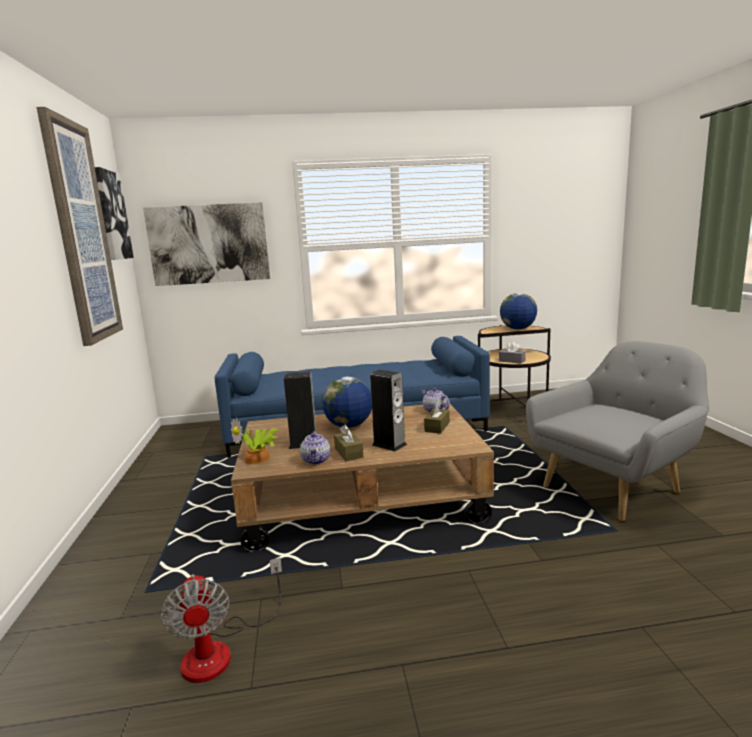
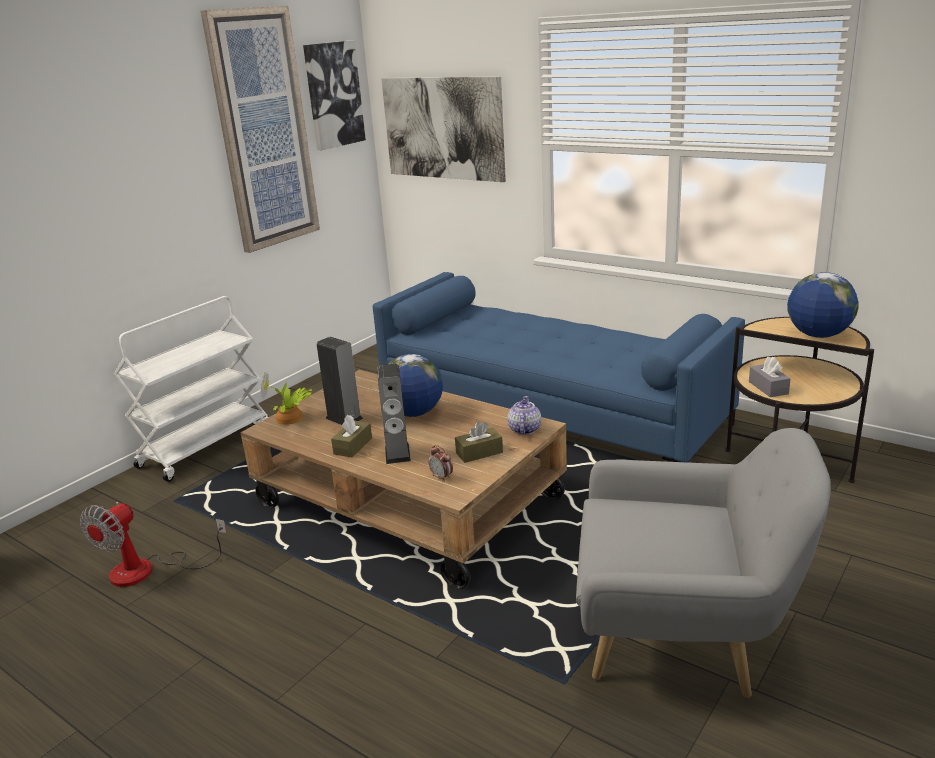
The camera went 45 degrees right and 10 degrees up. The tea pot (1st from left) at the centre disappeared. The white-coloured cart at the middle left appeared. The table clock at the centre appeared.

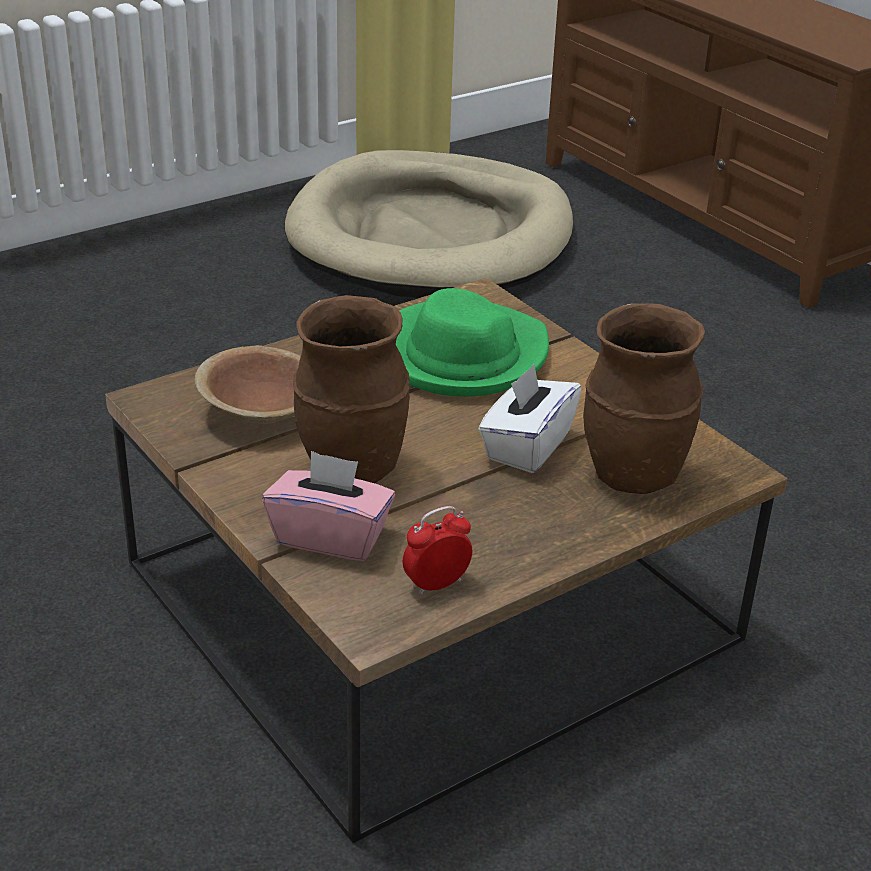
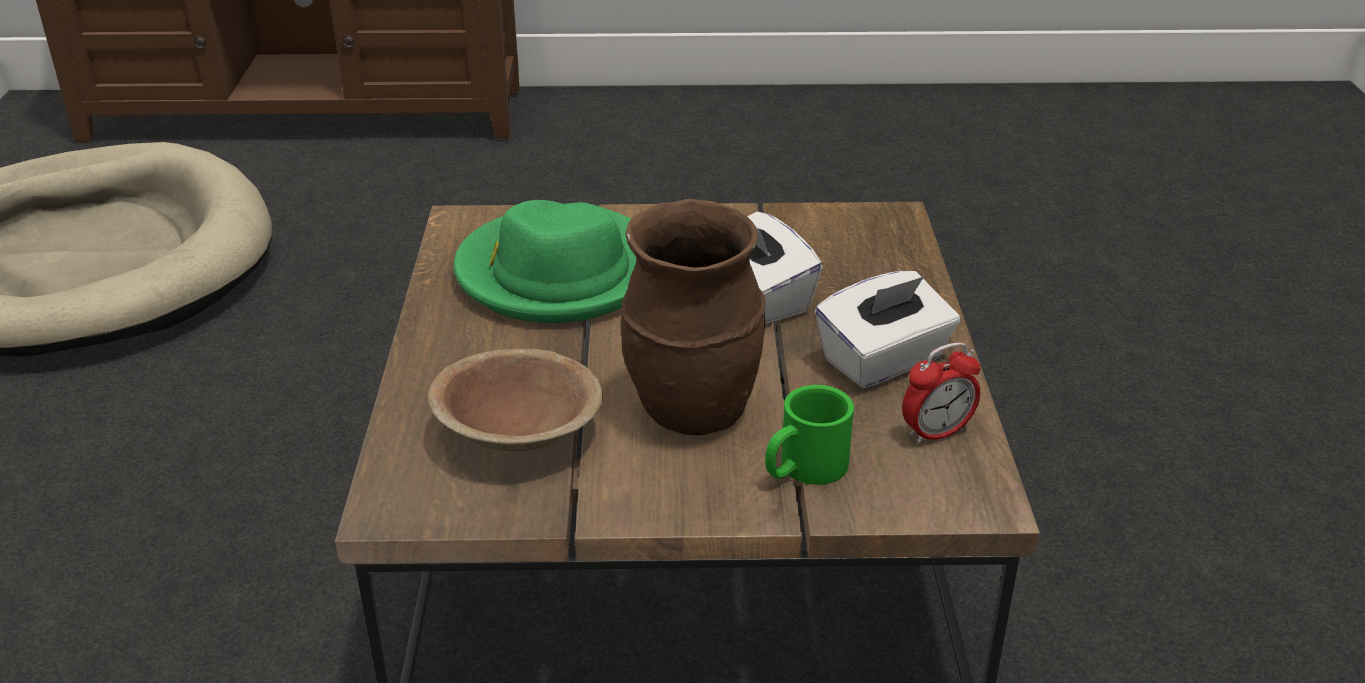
The camera went 55 degrees left and 0 degrees up. The brown flower vase (2nd from left) at the middle right disappeared. The pinkish tissue box at the centre was replaced by the green-coloured mug at the centre. The table clock at the centre turned 120 degrees counterclockwise. The white-coloured tissue box (2nd from left) at the centre appeared.

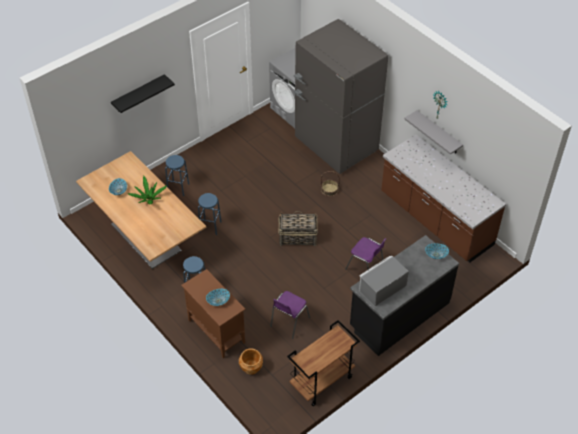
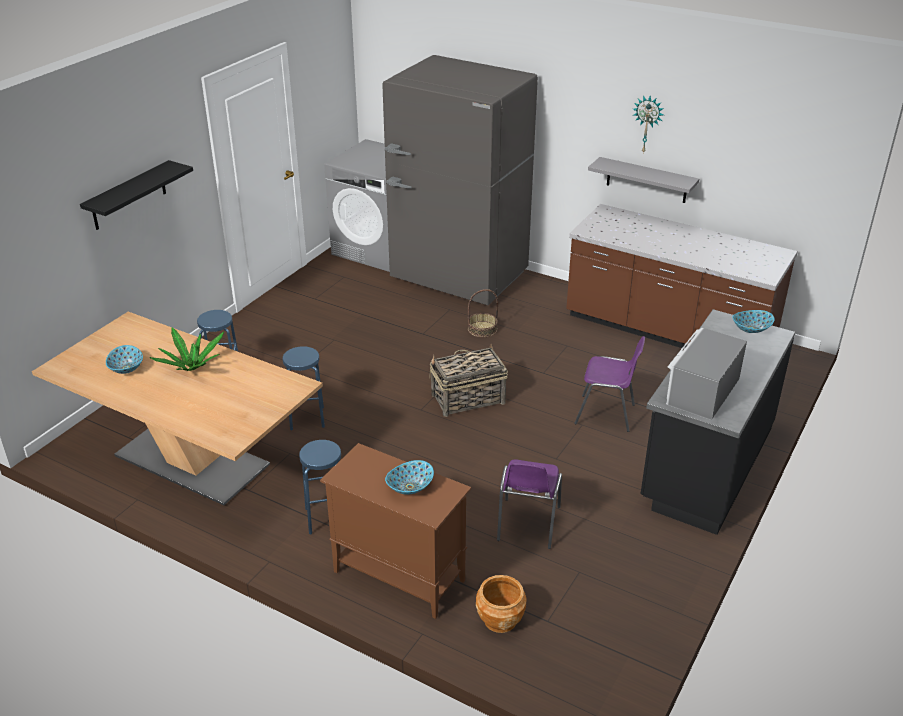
The camera went 20 degrees left and 15 degrees down. The brown cart at the bottom centre disappeared.

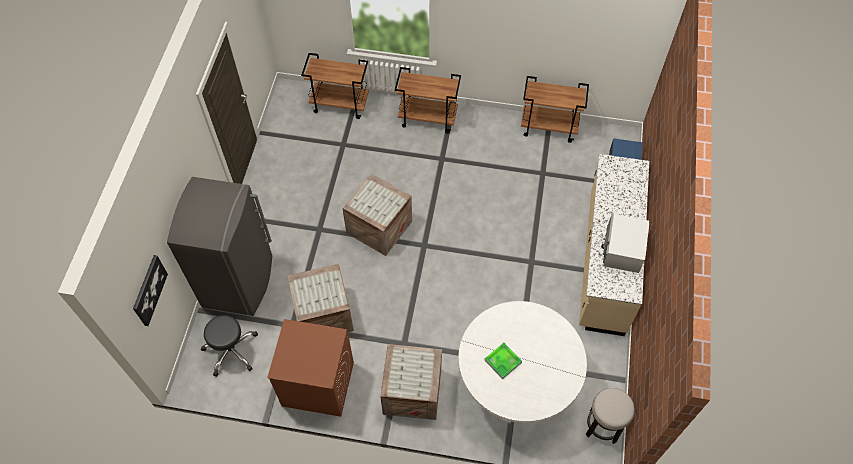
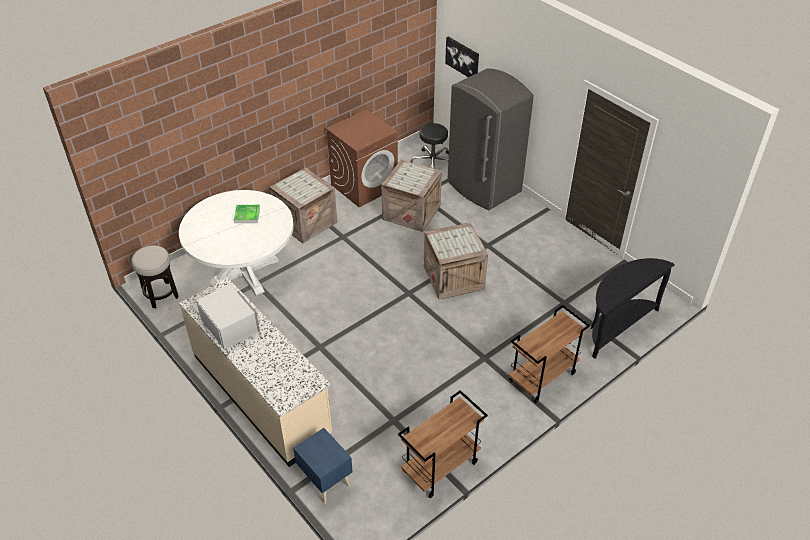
The camera went 130 degrees right and 15 degrees down. The brown cart (1st from left) at the top centre was replaced by the black narrow table at the middle right.

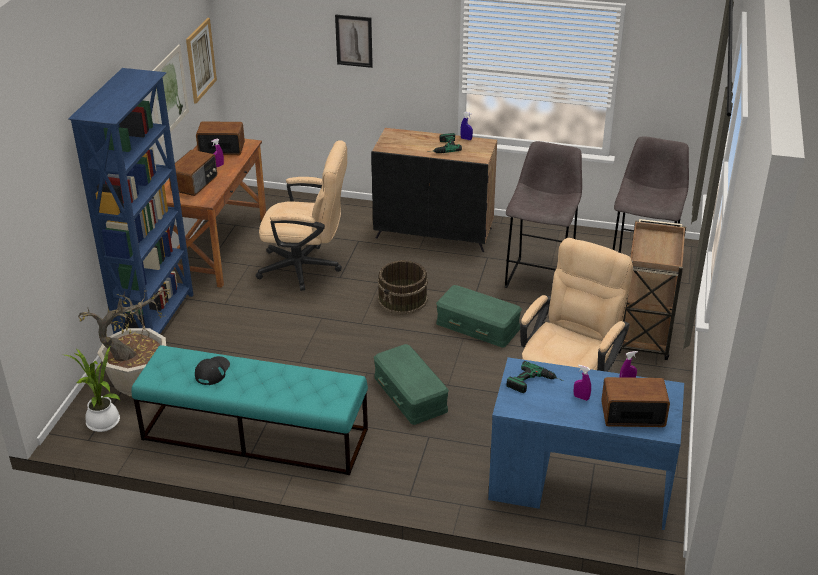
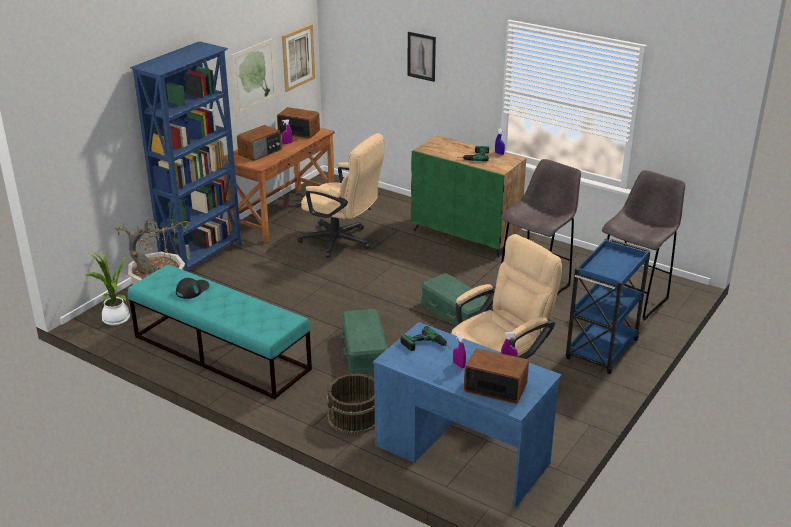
The camera went 20 degrees right and 5 degrees down. The black cupboard at the top centre became the green-coloured cupboard at the centre. The brown cart at the middle right became the blue cart at the middle right. The brown water bucket moved from the centre to the bottom centre.

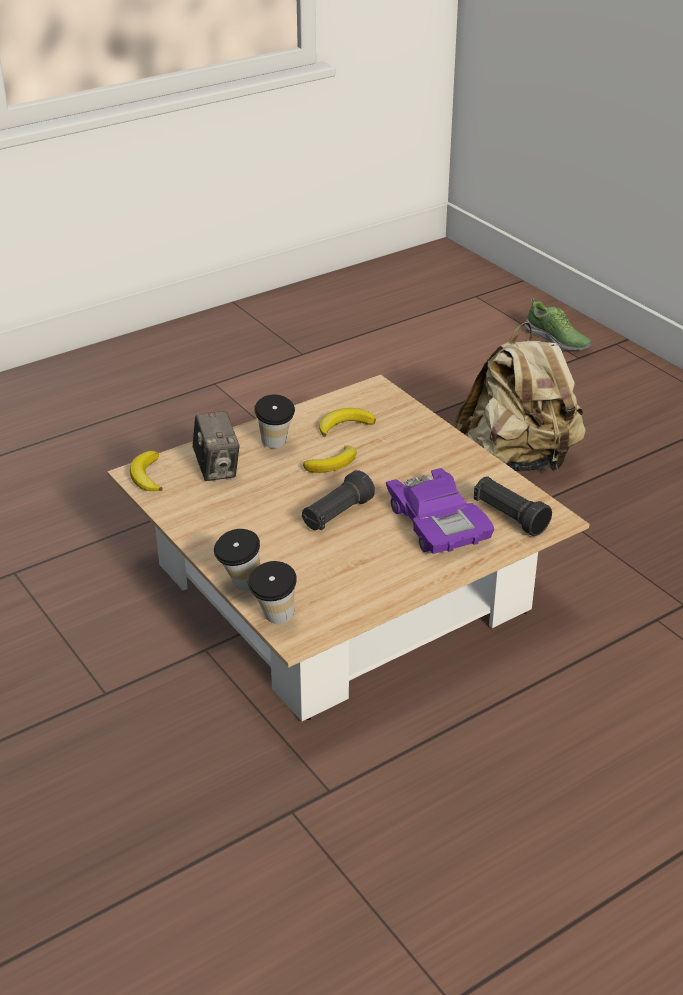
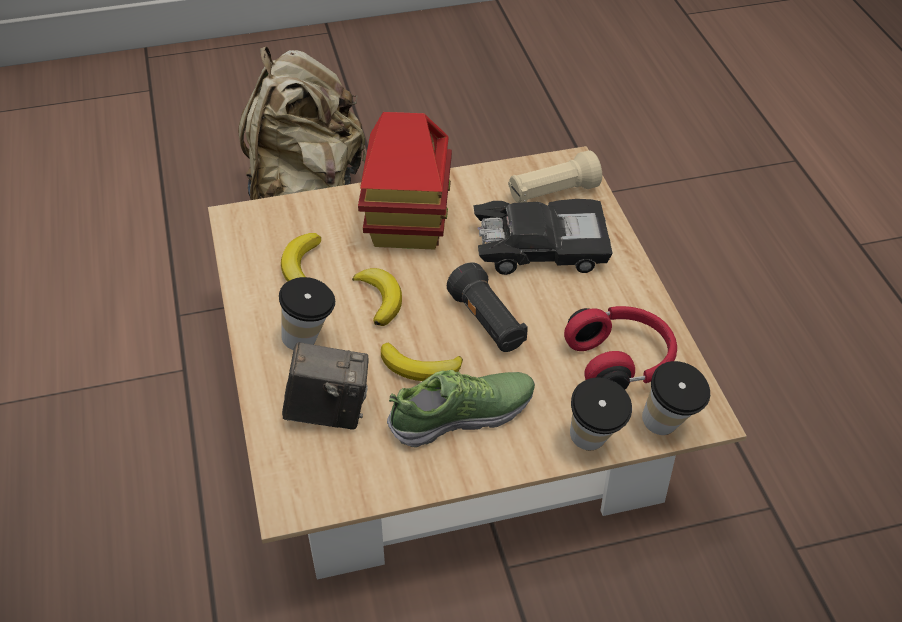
The camera went 70 degrees left and 10 degrees up. The low shoe moved from the top right to the centre. The whole banana (1st from left in the first image) moved from the middle left to the centre. The purplish model car at the centre became the black model car at the centre. The black flashlight (2nd from left) at the middle right became the beige-coloured flashlight at the top centre. The toy house at the top centre appeared. The red headset at the middle right appeared.

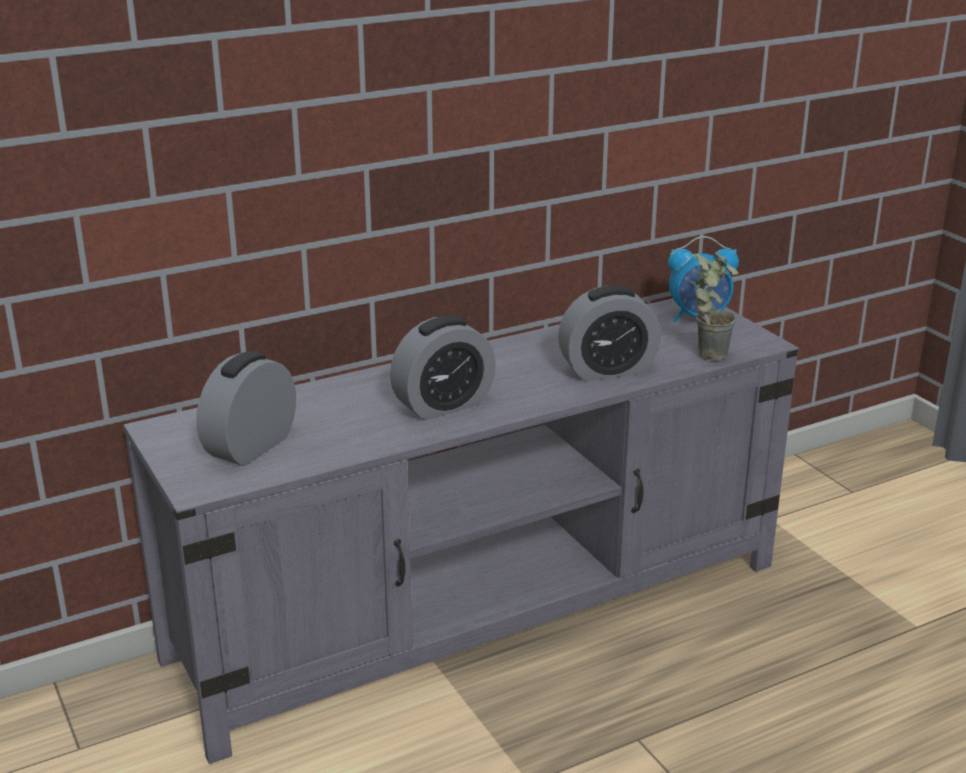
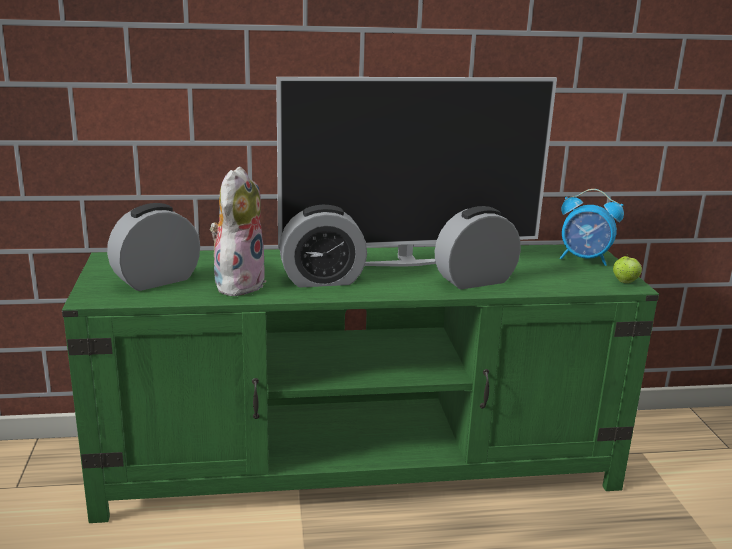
The camera went 20 degrees right and 5 degrees down. The houseplant at the middle right disappeared. The table clock (3rd from left) at the centre turned 150 degrees clockwise. The grey tv unit at the bottom centre became the green-coloured tv unit at the bottom centre. The TV at the top centre appeared. The soft toy at the middle left appeared. The whole apple at the middle right appeared.

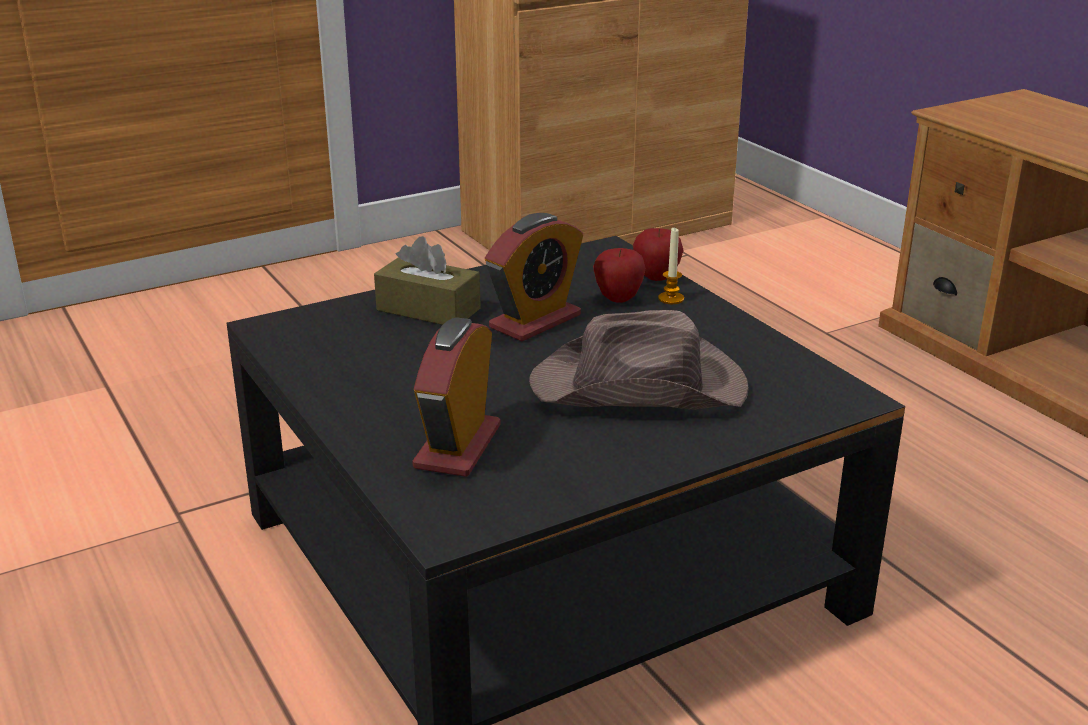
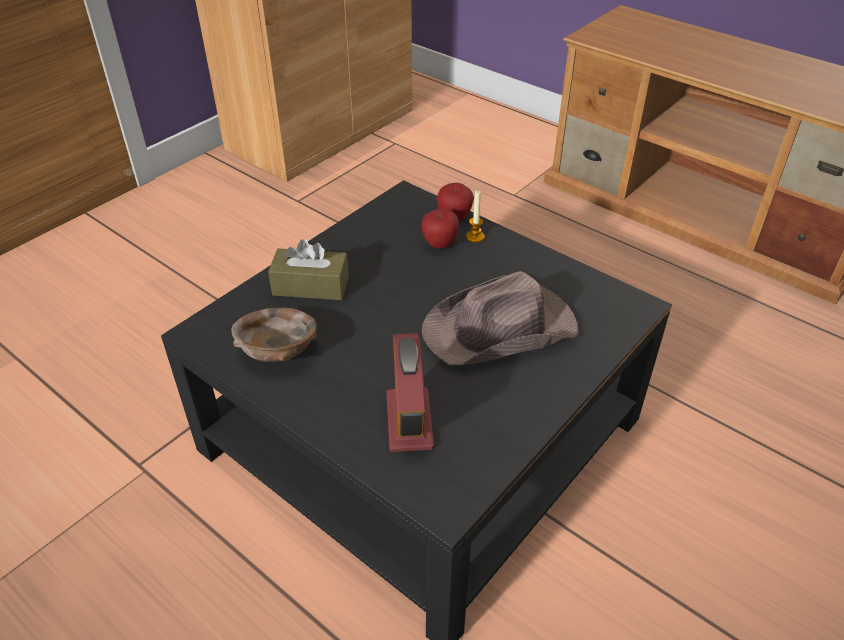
The camera went 20 degrees left and 15 degrees up. The table clock (2nd from left) at the centre disappeared. The brown deep dish at the middle left appeared.

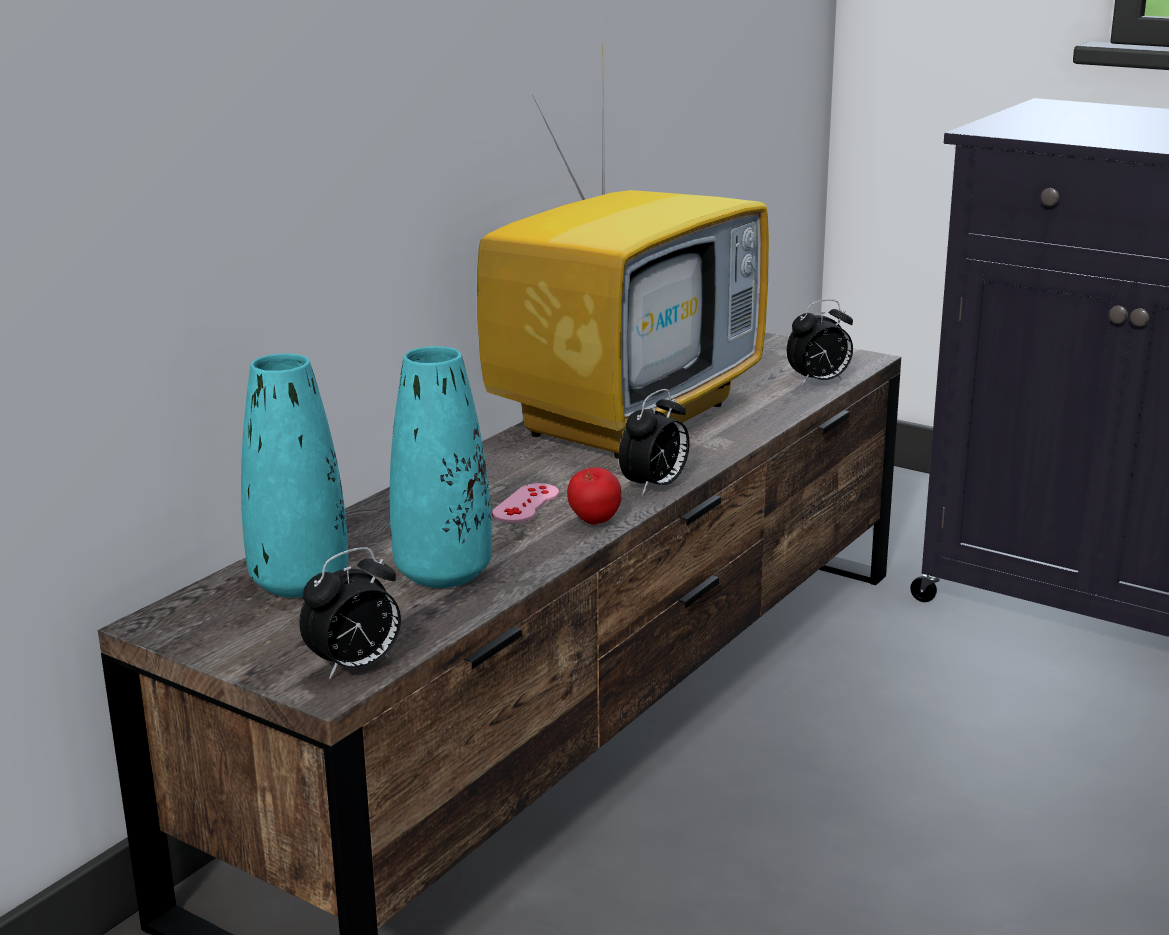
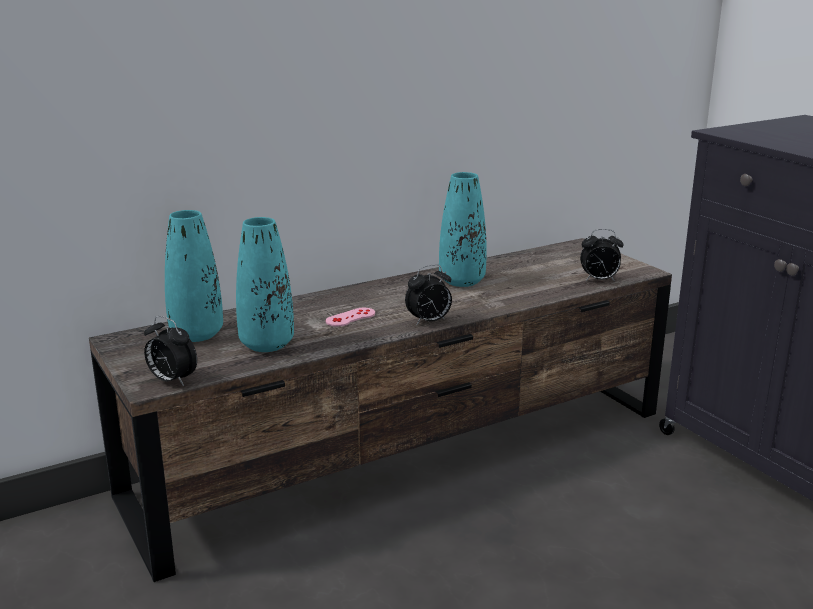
The camera went 25 degrees right and 0 degrees up. The TV at the top centre was replaced by the blue-green flower vase (3rd from left) at the centre. The whole apple at the centre disappeared. The table clock (1st from left) at the middle left turned 45 degrees clockwise.

